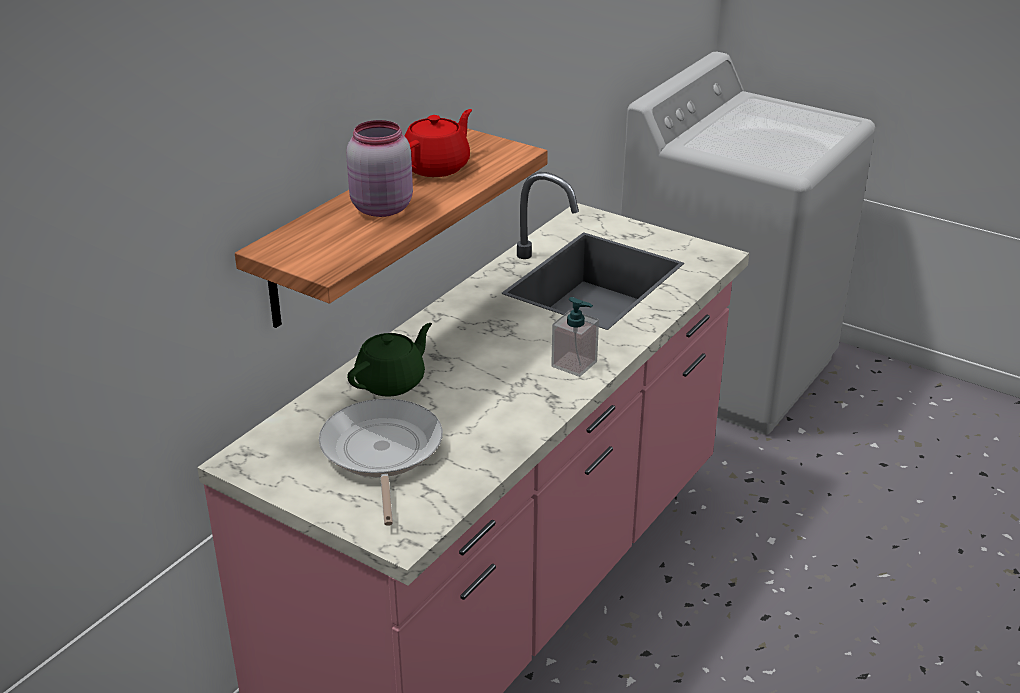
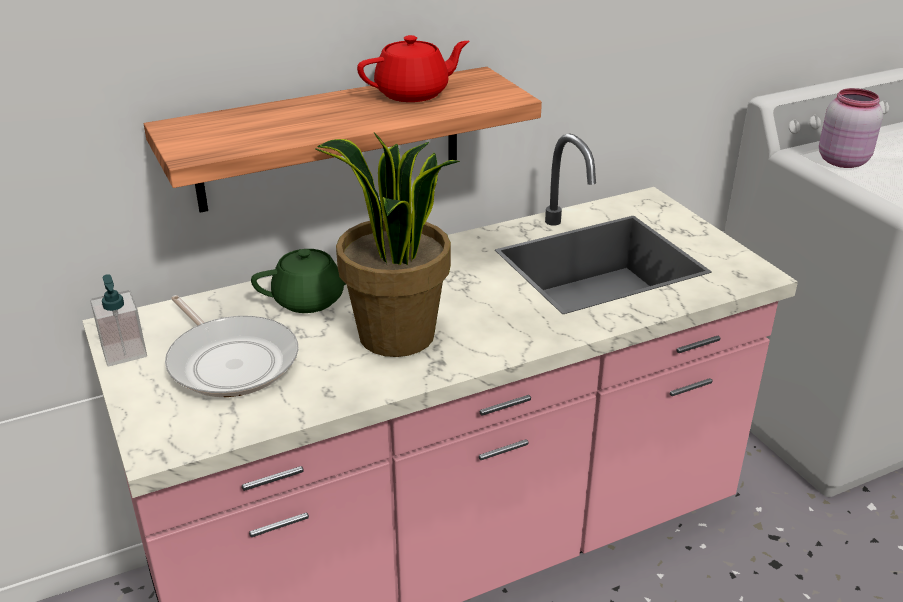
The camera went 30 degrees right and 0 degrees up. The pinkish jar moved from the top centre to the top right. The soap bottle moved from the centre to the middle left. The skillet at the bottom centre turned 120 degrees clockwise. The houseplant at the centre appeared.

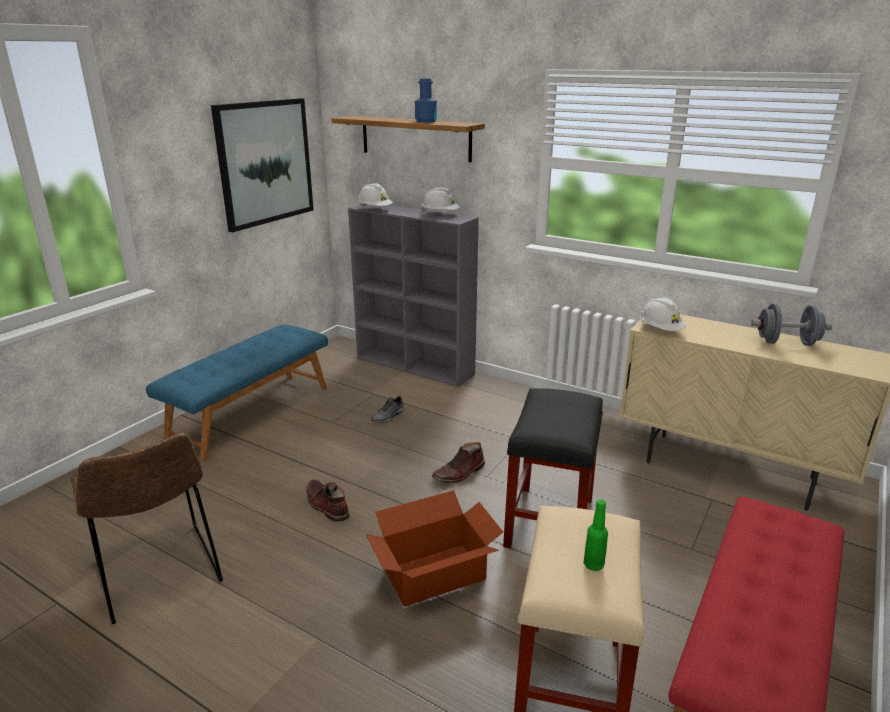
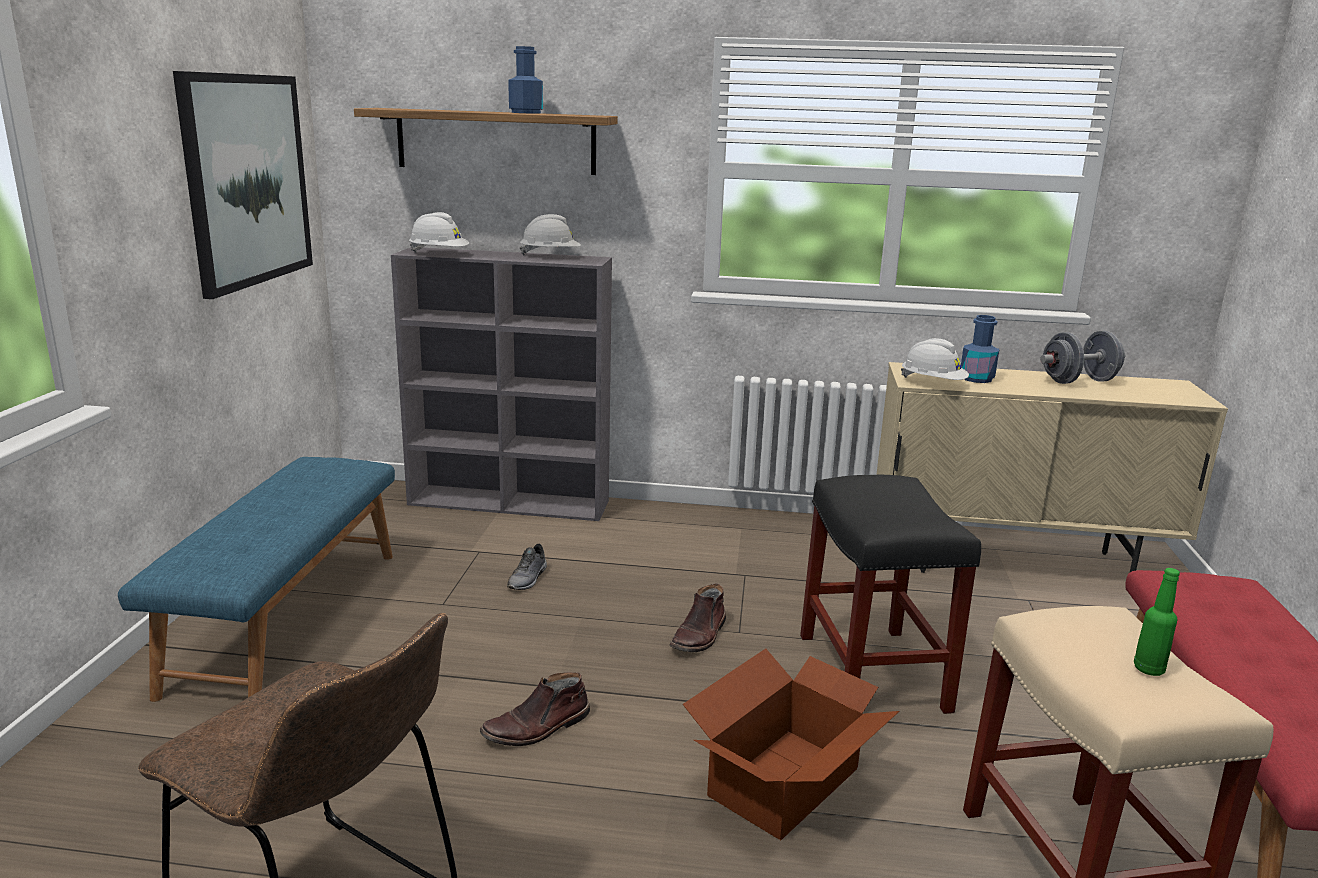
The camera went 25 degrees left and 5 degrees down. The brown high-top boot (1st from left) at the bottom centre turned 60 degrees counterclockwise. The blue beverage bottle (2nd from left) at the middle right appeared.

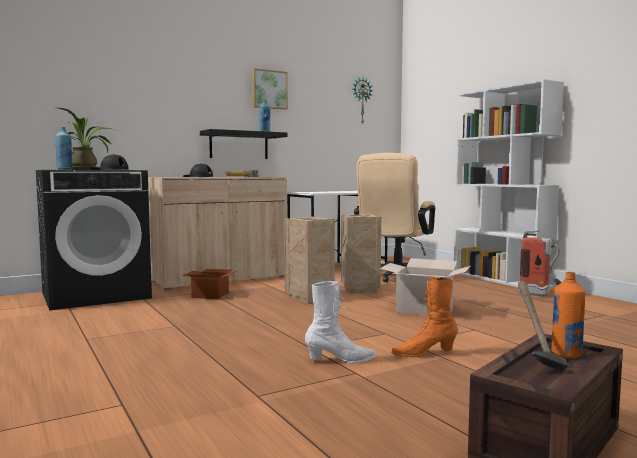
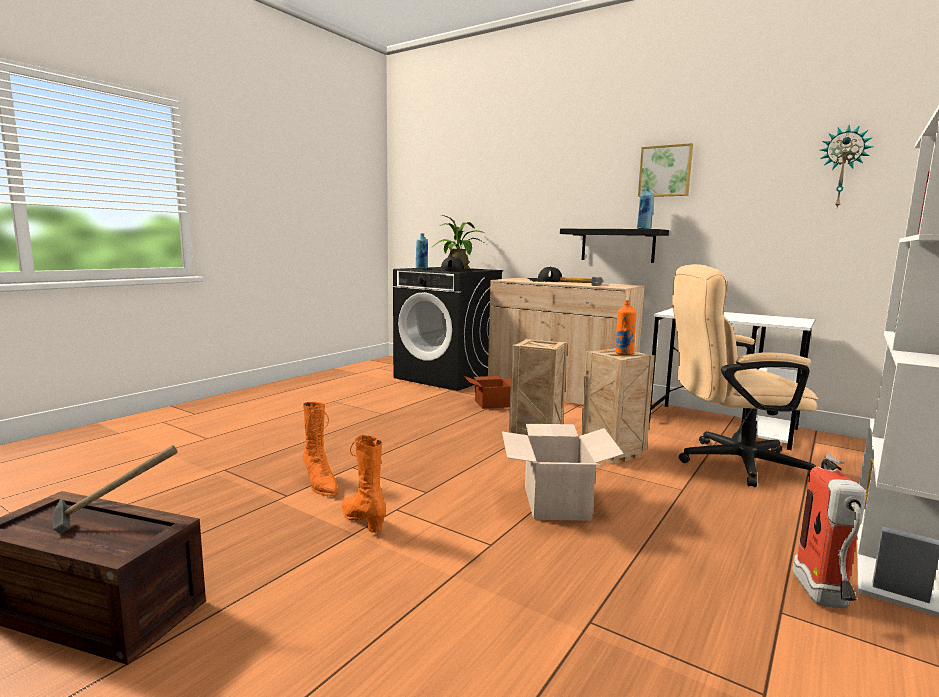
The camera went 65 degrees right and 5 degrees up. The orange beverage bottle moved from the bottom right to the middle right. The white-coloured high-top boot at the bottom centre became the orange high-top boot (1st from left) at the centre.

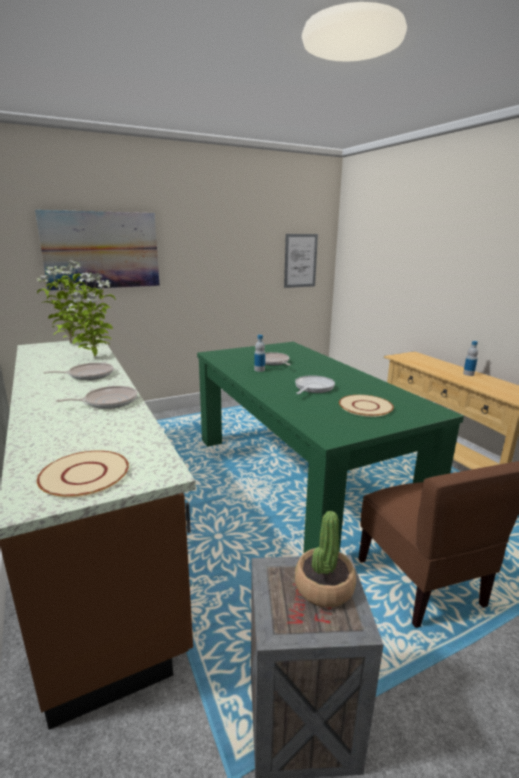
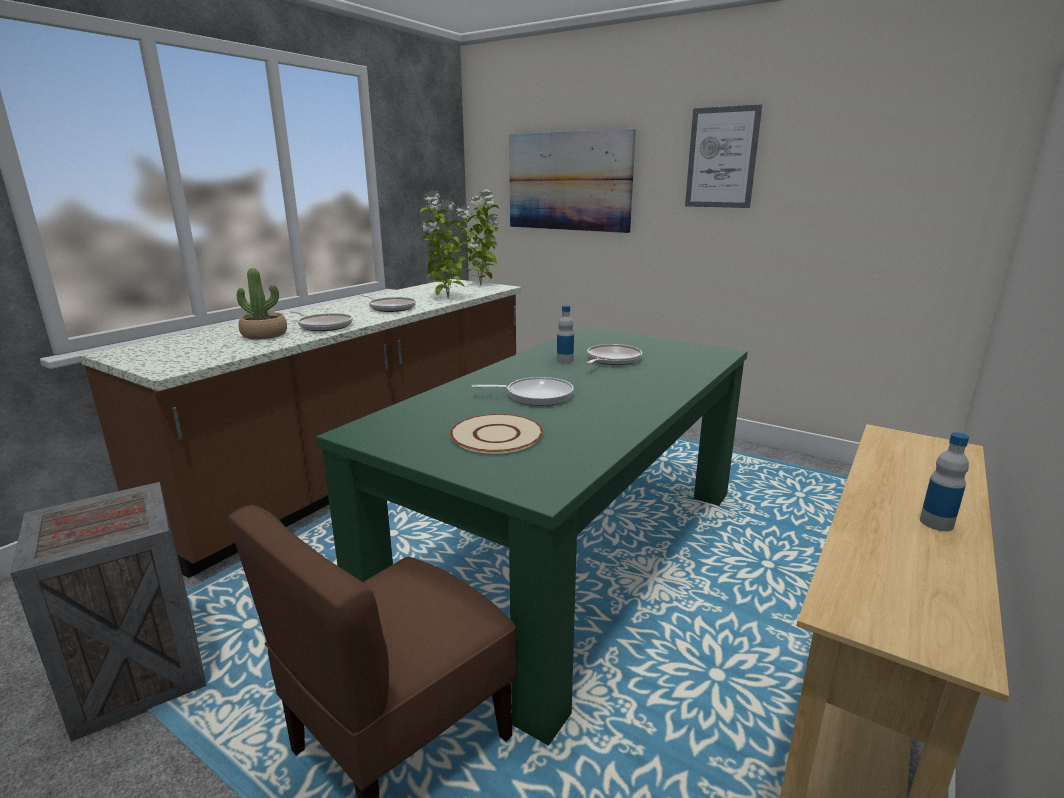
The camera went 60 degrees right and 0 degrees up. The wall picture (2nd from left) moved from the centre to the top right. The beige-coloured flat dish (1st from left) at the middle left disappeared. The houseplant (3rd from left in the first image) moved from the bottom centre to the middle left.

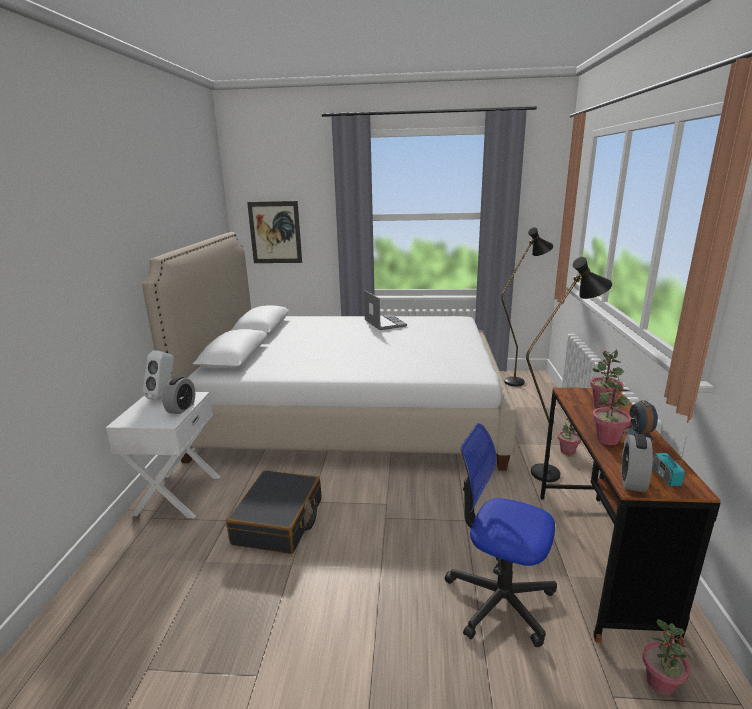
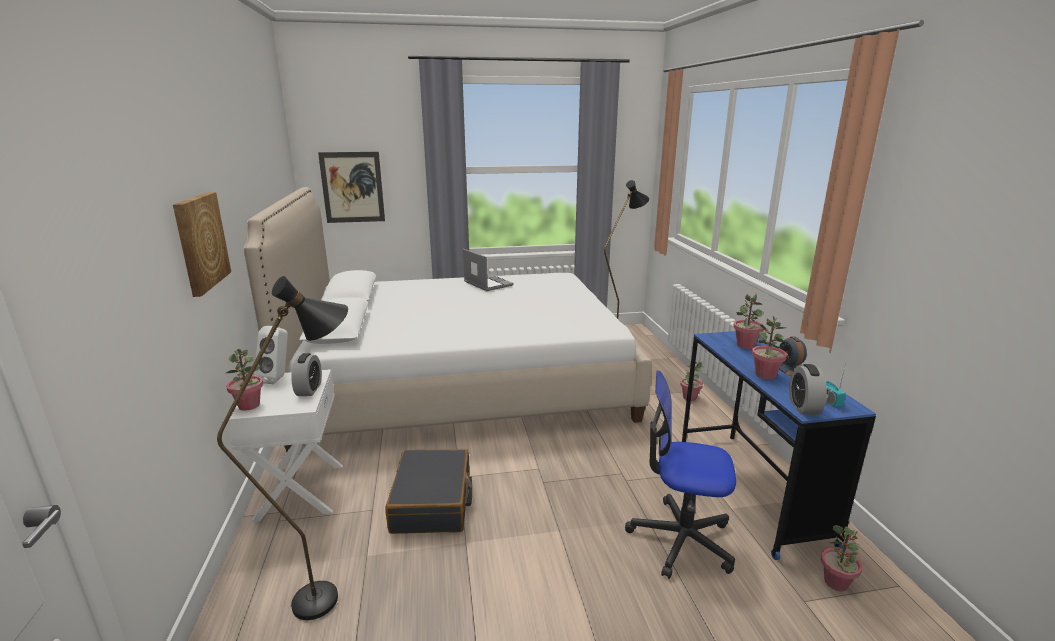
The camera went 15 degrees left and 0 degrees up. The black standard lamp (2nd from left in the first image) moved from the middle right to the bottom left. The brown desk unit at the bottom right became the blue desk unit at the bottom right. The wall picture (1st from left) at the middle left appeared. The houseplant (1st from left) at the middle left appeared.

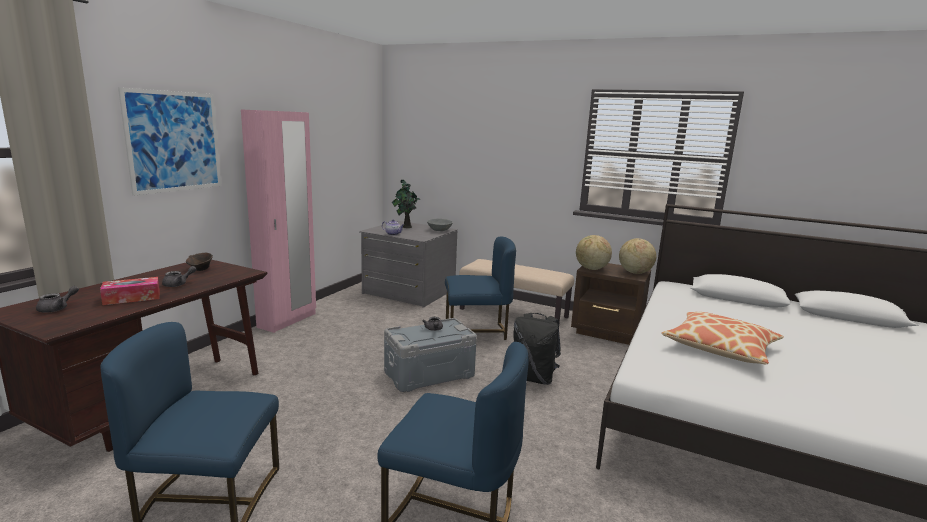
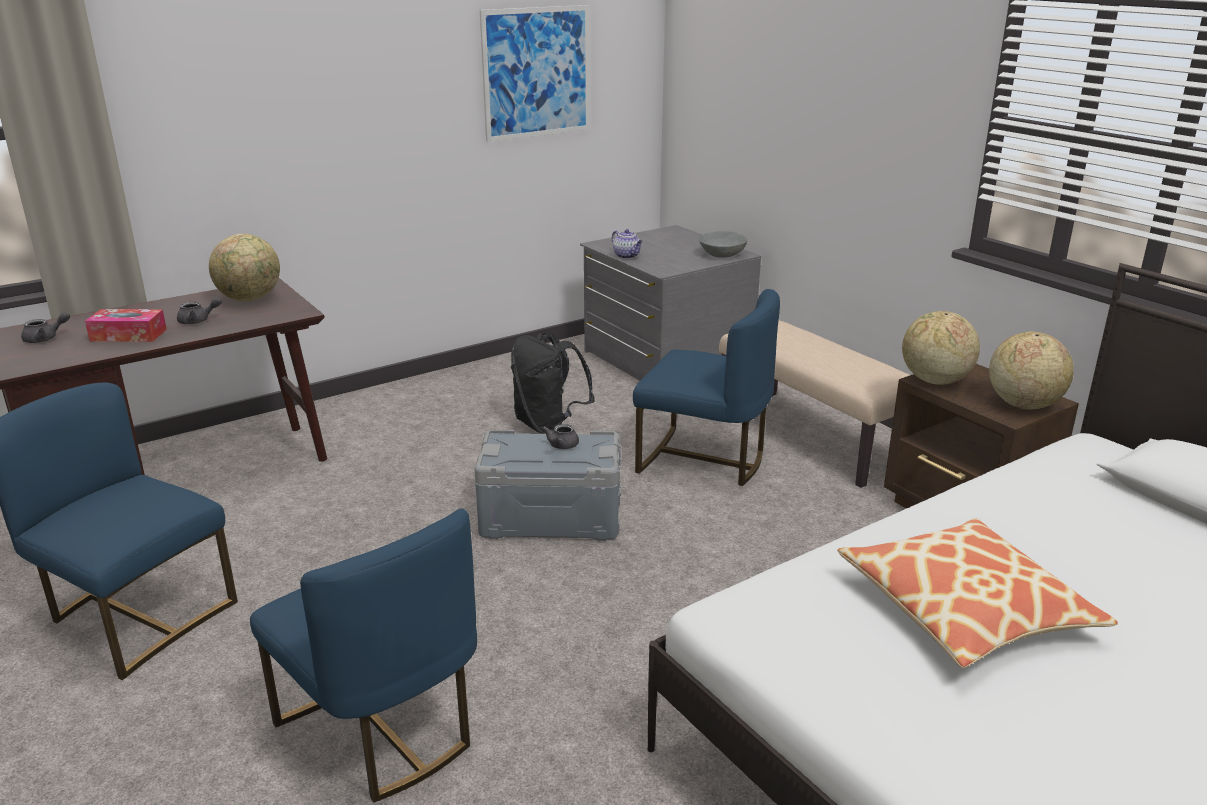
The camera went 30 degrees right and 10 degrees up. The wall picture moved from the top left to the top centre. The pinkish clothes cupboard at the middle left disappeared. The houseplant at the centre disappeared. The brown deep dish at the middle left was replaced by the world globe (1st from left) at the top left. The black knapsack moved from the bottom centre to the centre.

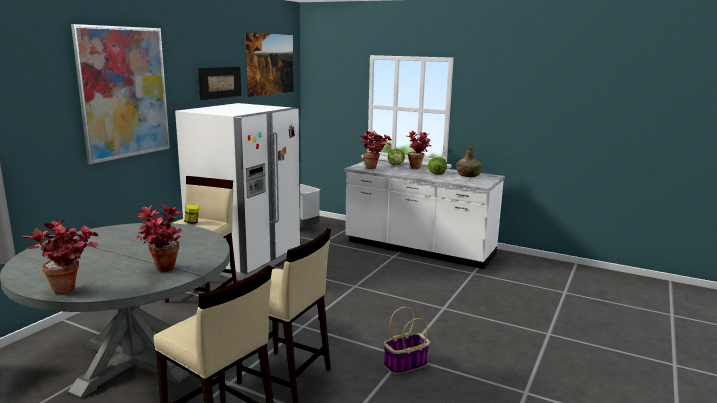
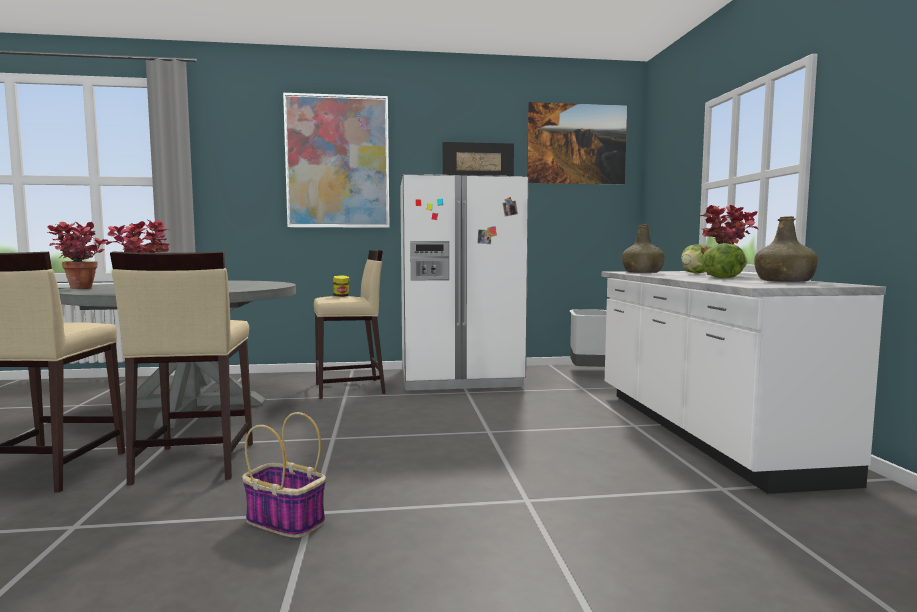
The camera went 55 degrees right and 10 degrees down. The houseplant (3rd from left) at the centre was replaced by the green-coloured beverage bottle (1st from left) at the middle right.

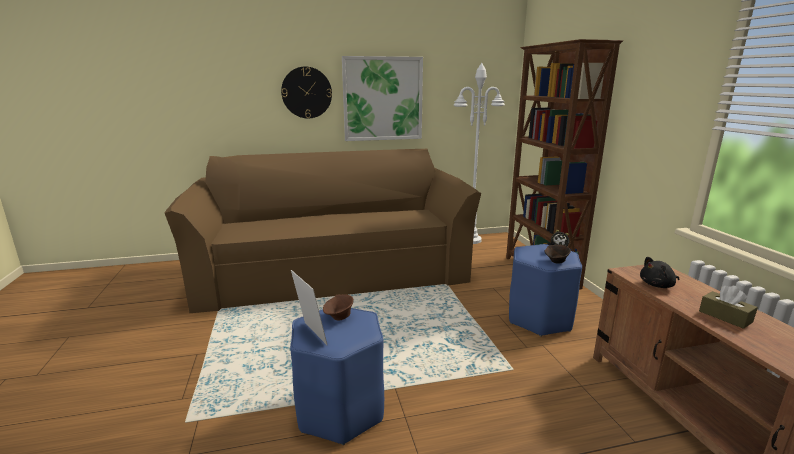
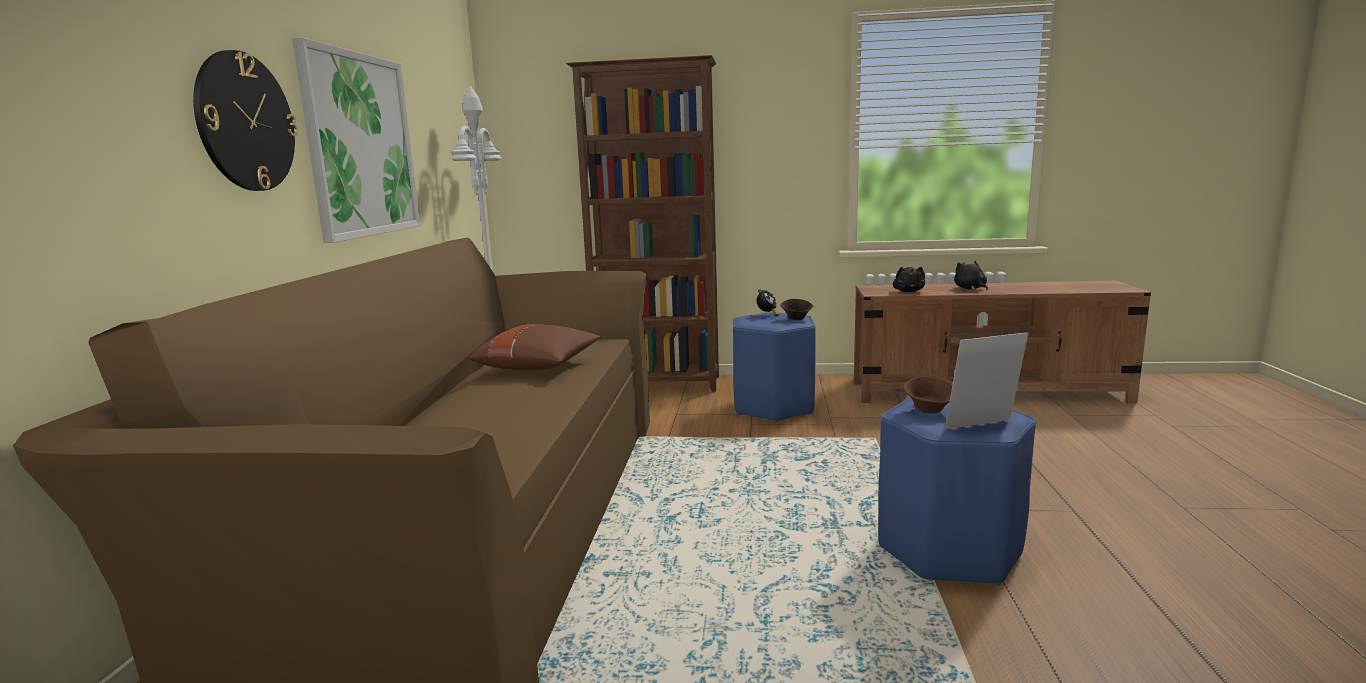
The camera went 70 degrees left and 5 degrees down. The brown tissue box at the bottom right was replaced by the black soft toy (2nd from left) at the middle right. The brown throw pillow at the centre appeared.

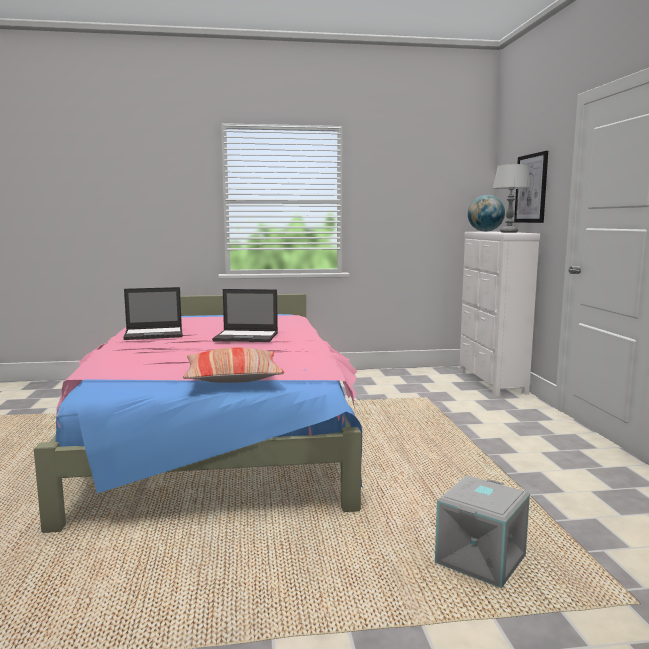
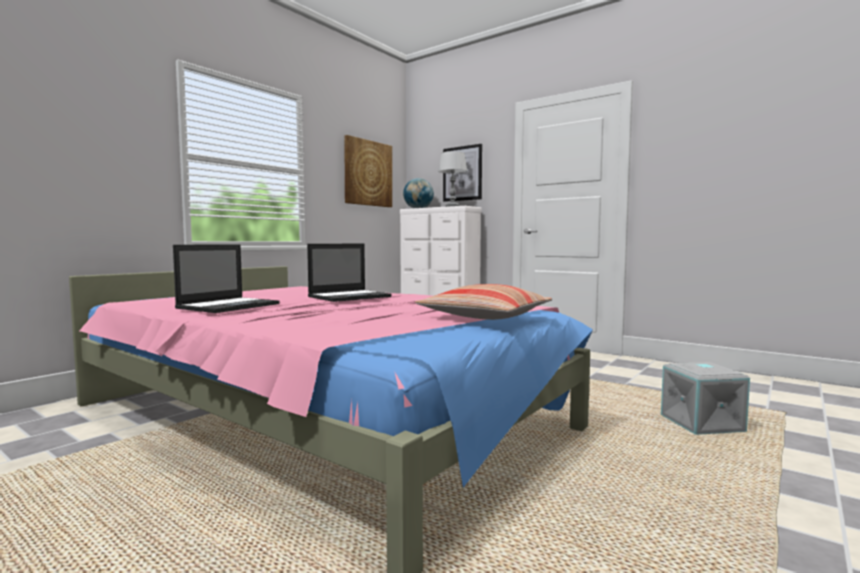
The camera went 45 degrees left and 5 degrees down. The wall picture (1st from left) at the top centre appeared.

